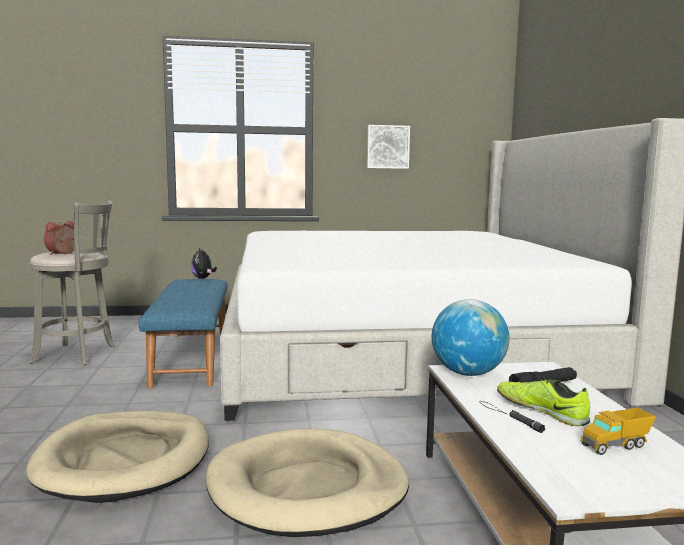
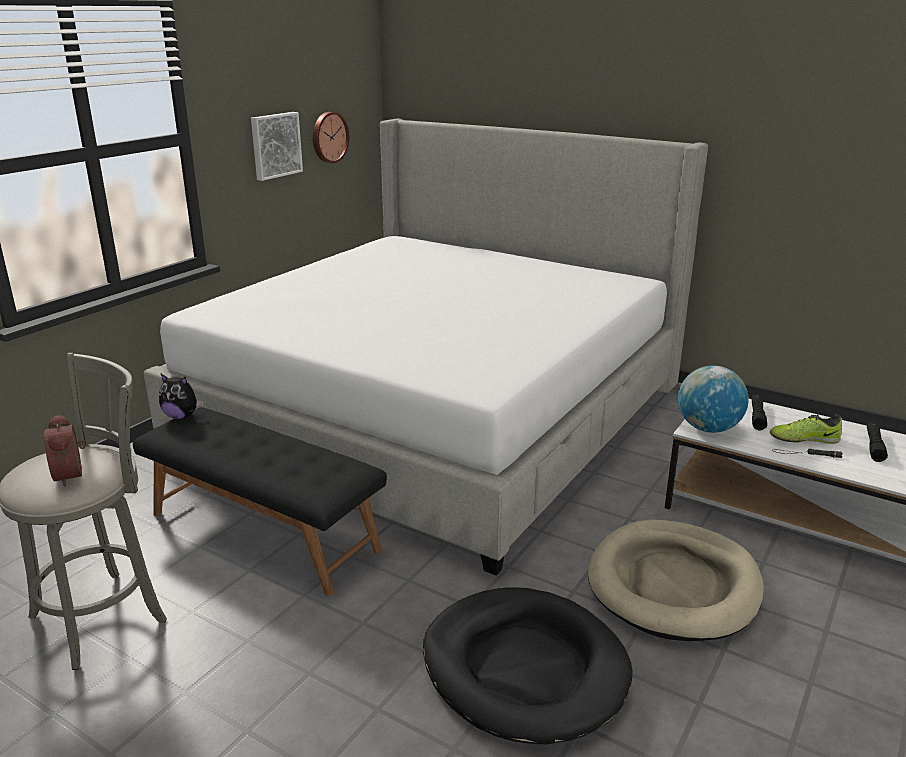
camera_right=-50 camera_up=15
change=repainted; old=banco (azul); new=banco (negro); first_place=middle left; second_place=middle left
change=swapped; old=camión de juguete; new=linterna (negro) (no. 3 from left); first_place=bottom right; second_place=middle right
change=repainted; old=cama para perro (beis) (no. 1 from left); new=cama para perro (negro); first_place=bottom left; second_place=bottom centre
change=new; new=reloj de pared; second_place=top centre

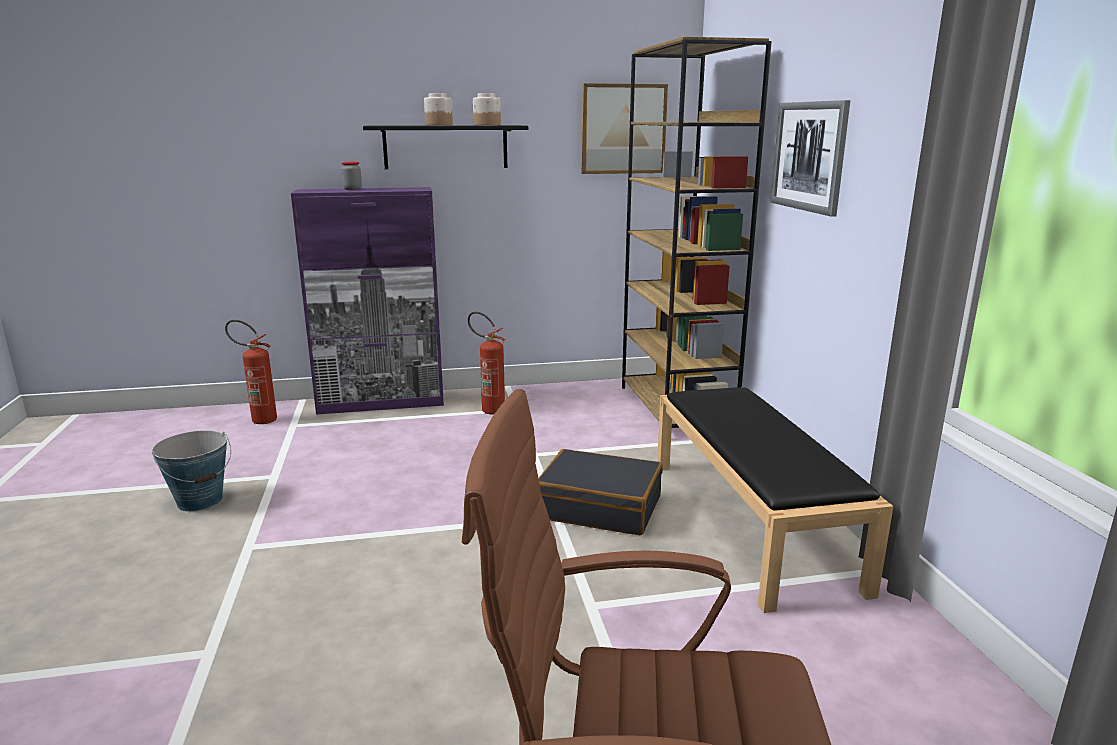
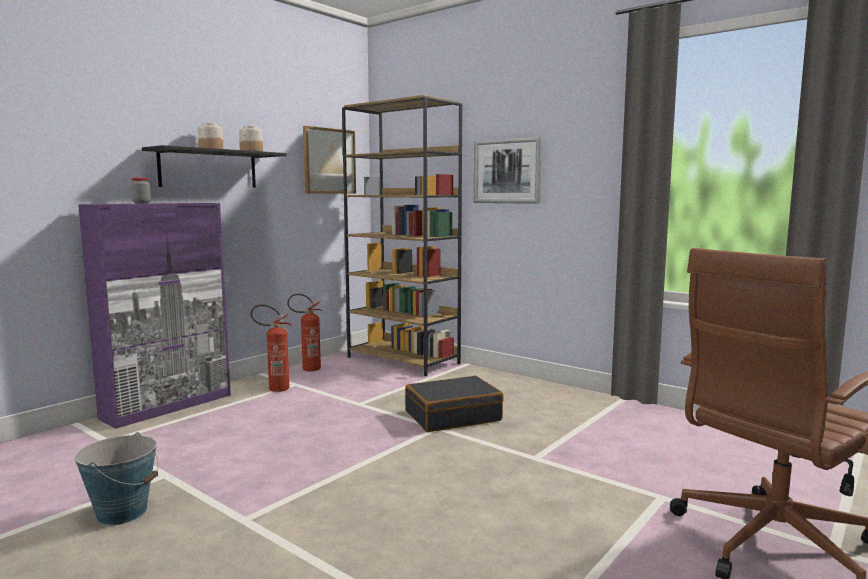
camera_right=-40 camera_up=-10
change=shifted; old=extintor (no. 1 from left in the first image); new=extintor (no. 2 from left); first_place=middle left; second_place=centre
change=gone; old=banco (negro); first_place=bottom right

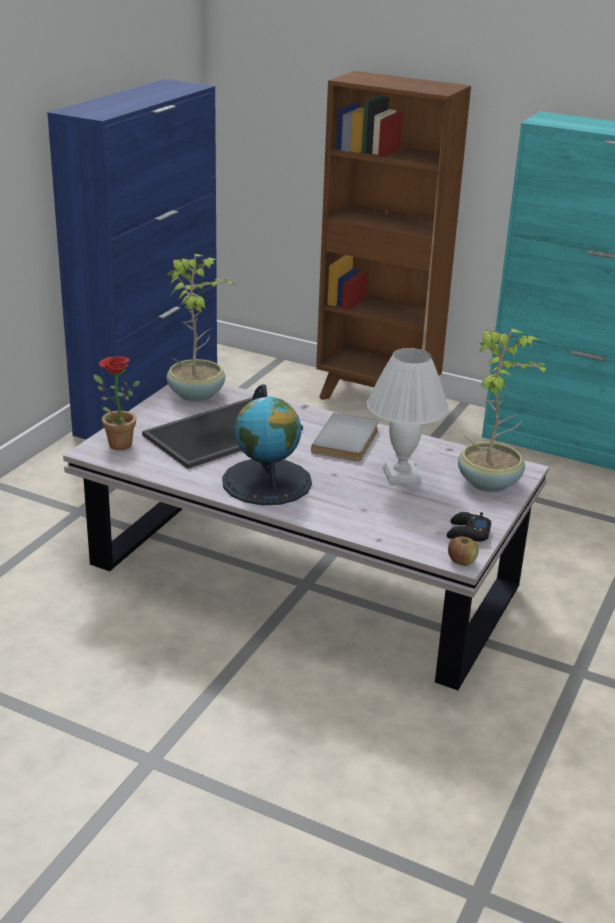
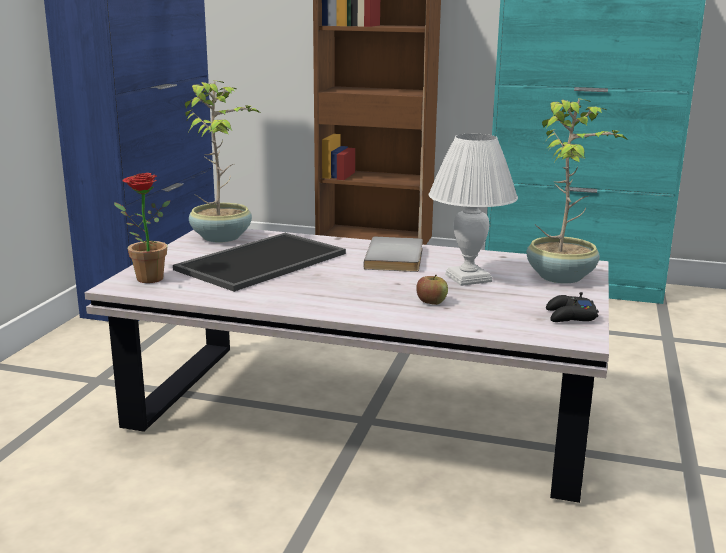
camera_right=-10 camera_up=-10
change=gone; old=globo terráqueo; first_place=centre
change=shifted; old=manzana; first_place=middle right; second_place=centre

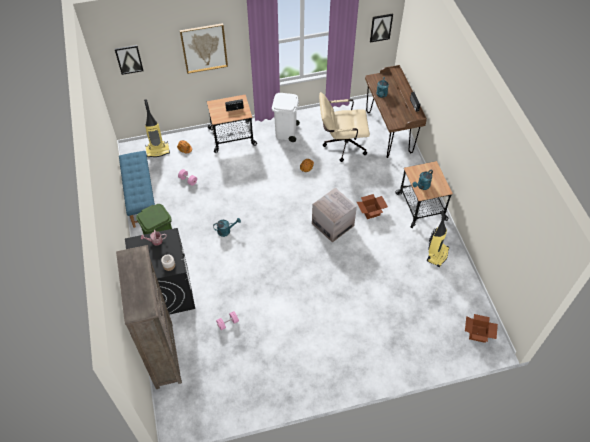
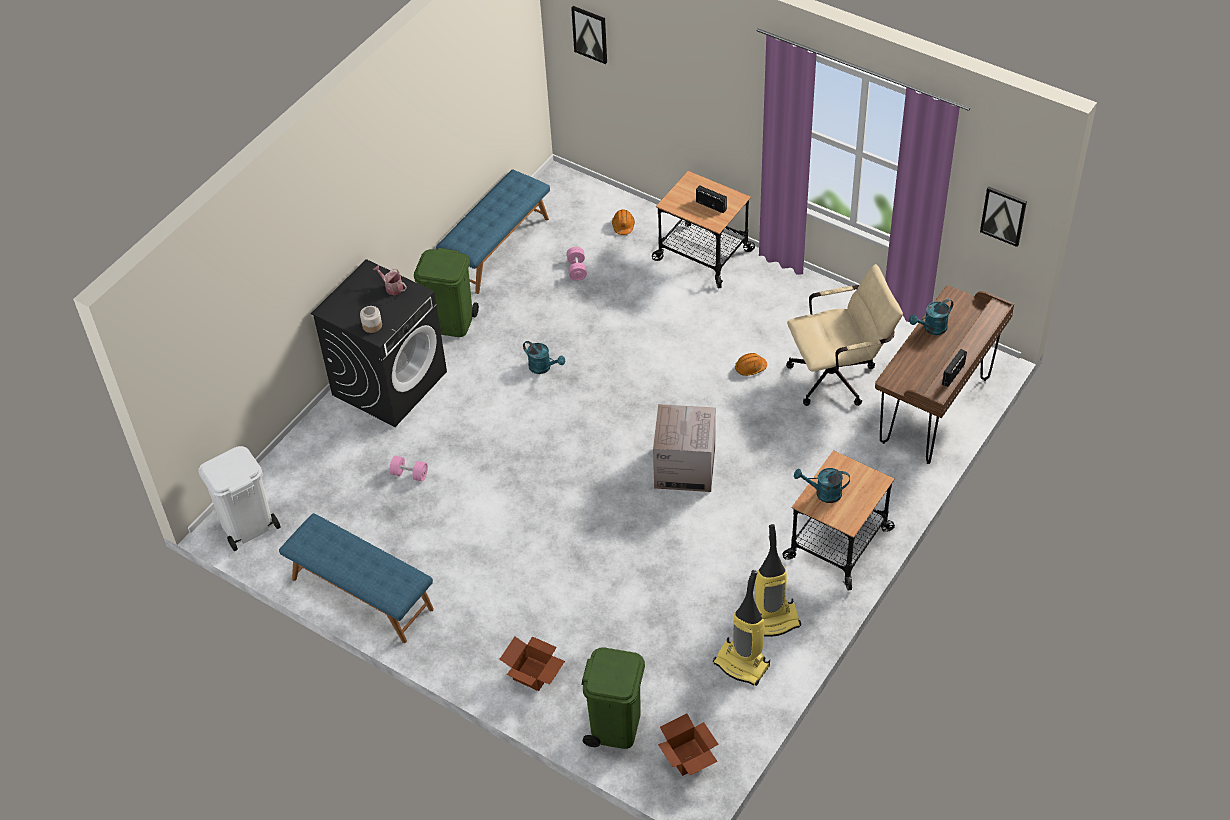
camera_right=50 camera_up=-5
change=gone; old=cuadro (no. 2 from left); first_place=top centre
change=rotated; old=silla de oficina (beis); first_place=top centre; second_place=middle right; degrees=120
change=shifted; old=papelera (blanco); first_place=top centre; second_place=middle left
change=shifted; old=aspiradora (no. 1 from left); first_place=top left; second_place=bottom centre
change=shifted; old=caja de cartón (no. 2 from left in the first image); new=caja de cartón (no. 1 from left); first_place=centre; second_place=bottom centre
change=gone; old=estantería (marrón); first_place=bottom left
change=new; new=banco (azul) (no. 1 from left); second_place=bottom left
change=new; new=papelera (verde) (no. 2 from left); second_place=bottom centre

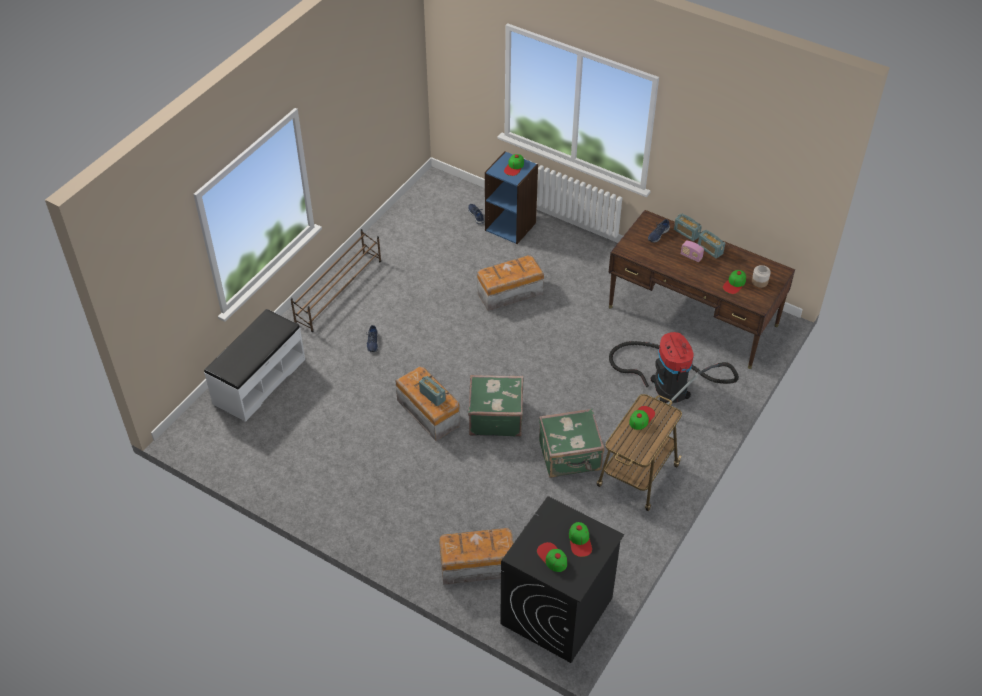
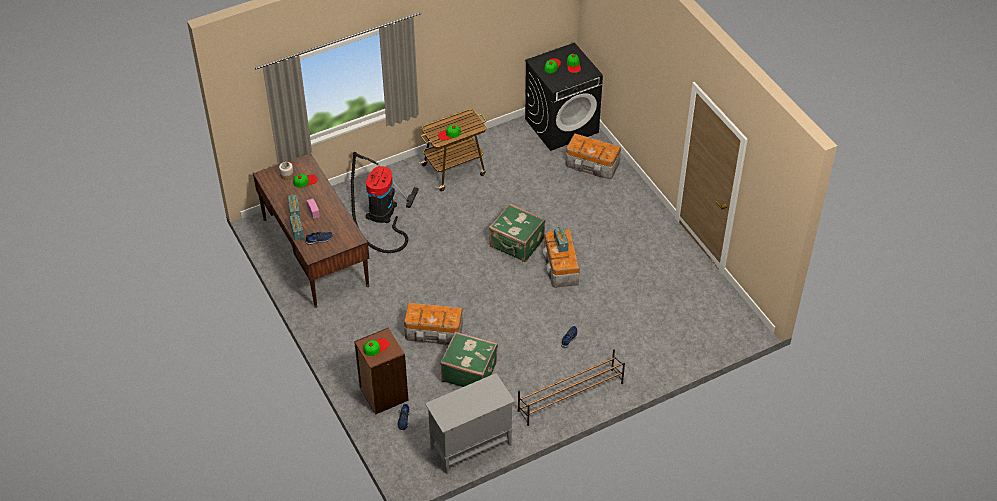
camera_right=-150 camera_up=0
change=repainted; old=estantería (azul); new=estantería (marrón); first_place=top centre; second_place=bottom centre
change=gone; old=banco (blanco); first_place=middle left
change=shifted; old=maleta (verde) (no. 2 from left in the first image); new=maleta (verde) (no. 1 from left); first_place=centre; second_place=bottom centre
change=new; new=armario (gris); second_place=bottom centre

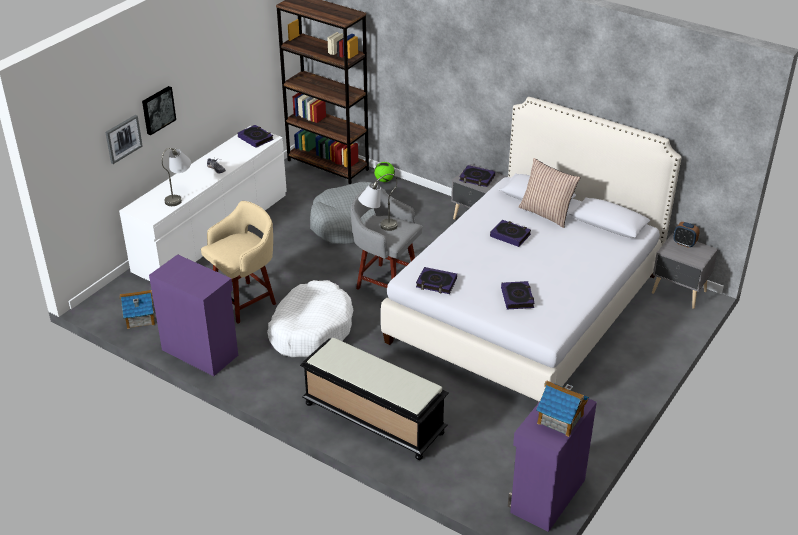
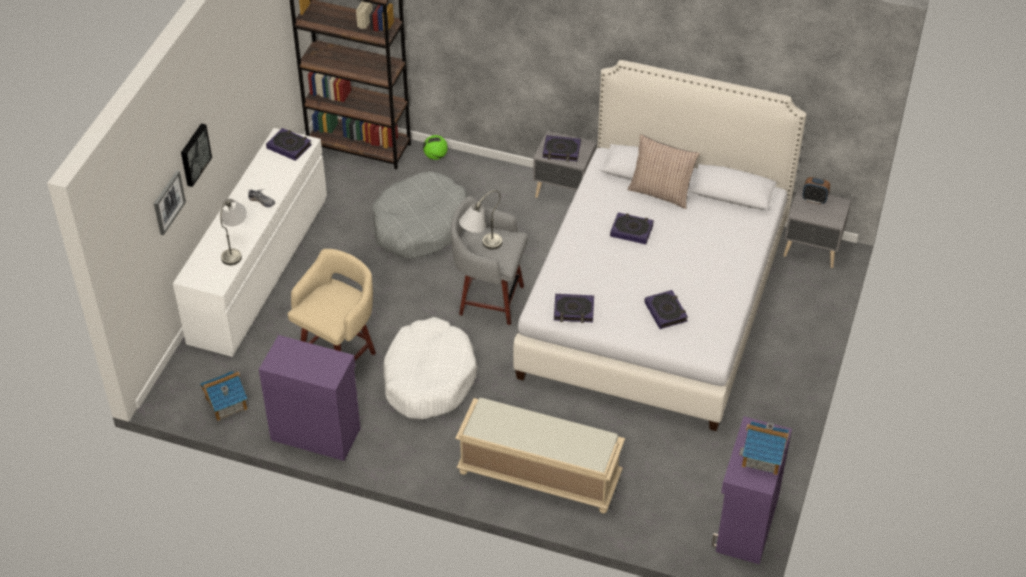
camera_right=-15 camera_up=10
change=repainted; old=banco (negro); new=banco (beis); first_place=bottom centre; second_place=bottom centre

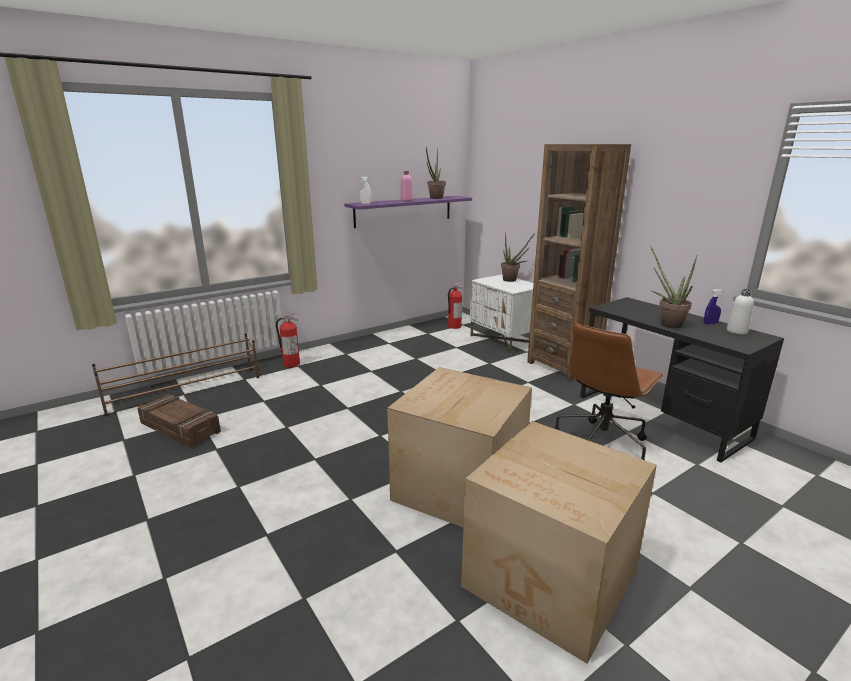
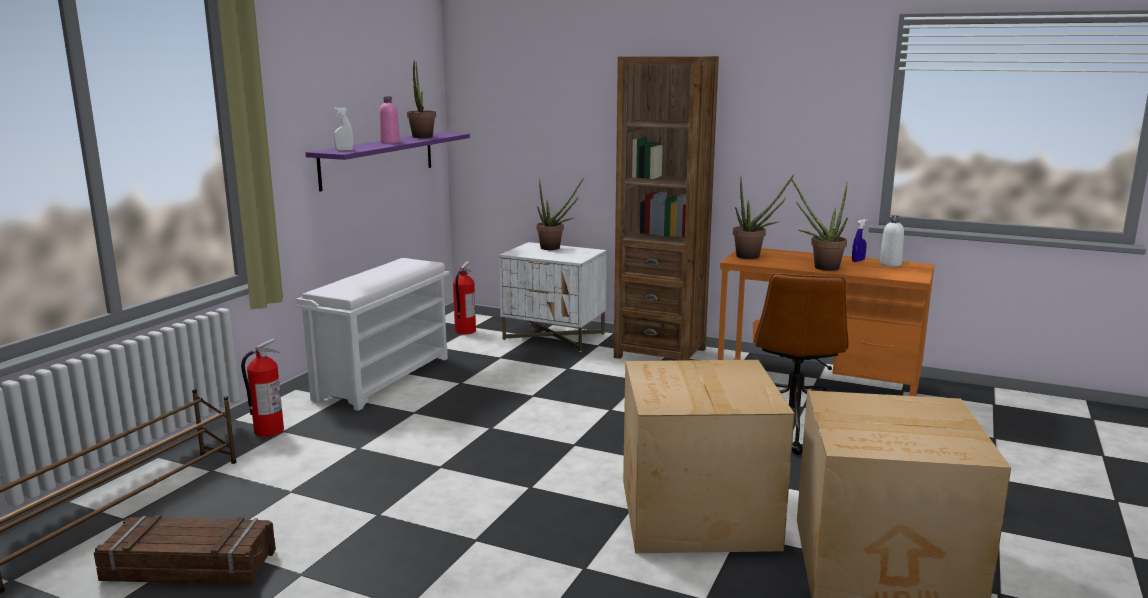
camera_right=-30 camera_up=-5
change=repainted; old=escritorio (negro); new=escritorio (naranja); first_place=middle right; second_place=middle right
change=new; new=planta en maceta (no. 3 from left); second_place=centre
change=new; new=banco (blanco); second_place=middle left

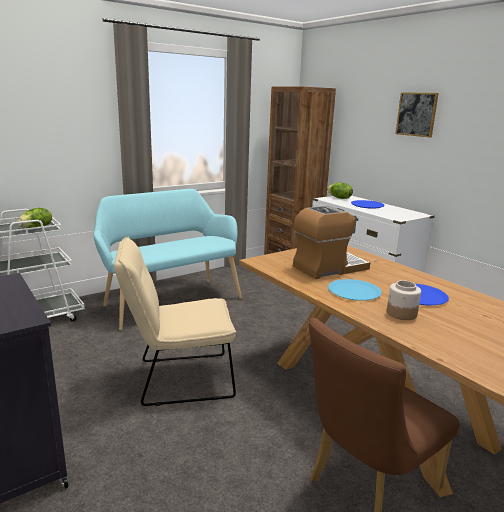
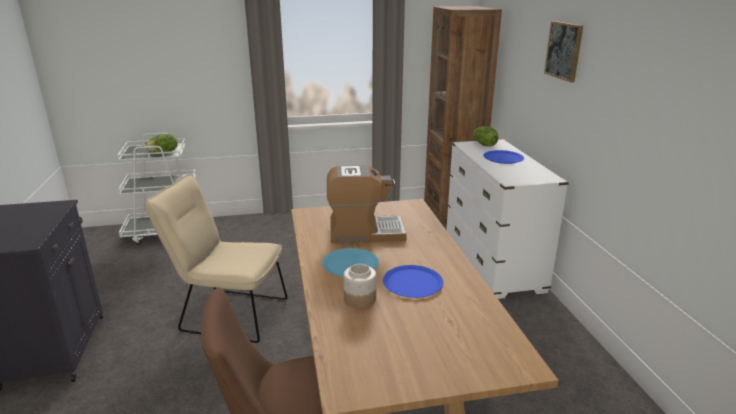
camera_right=25 camera_up=5
change=gone; old=banco (turquesa); first_place=middle left

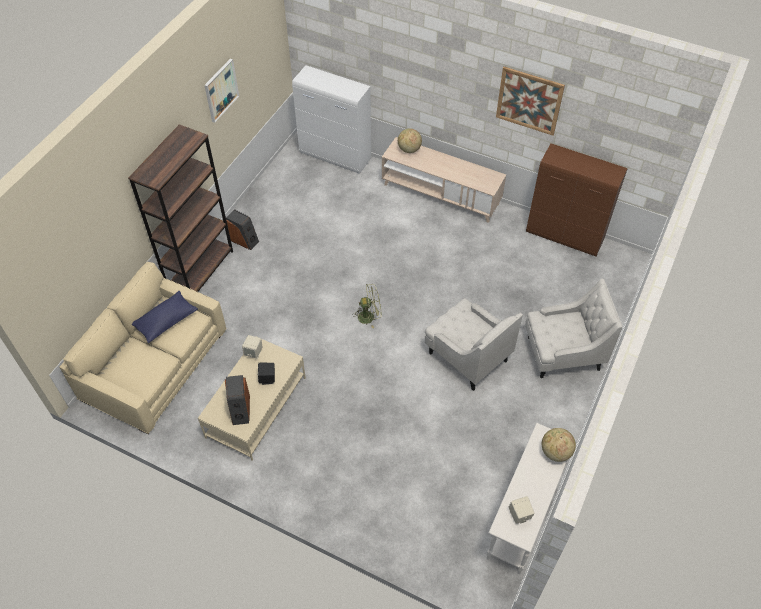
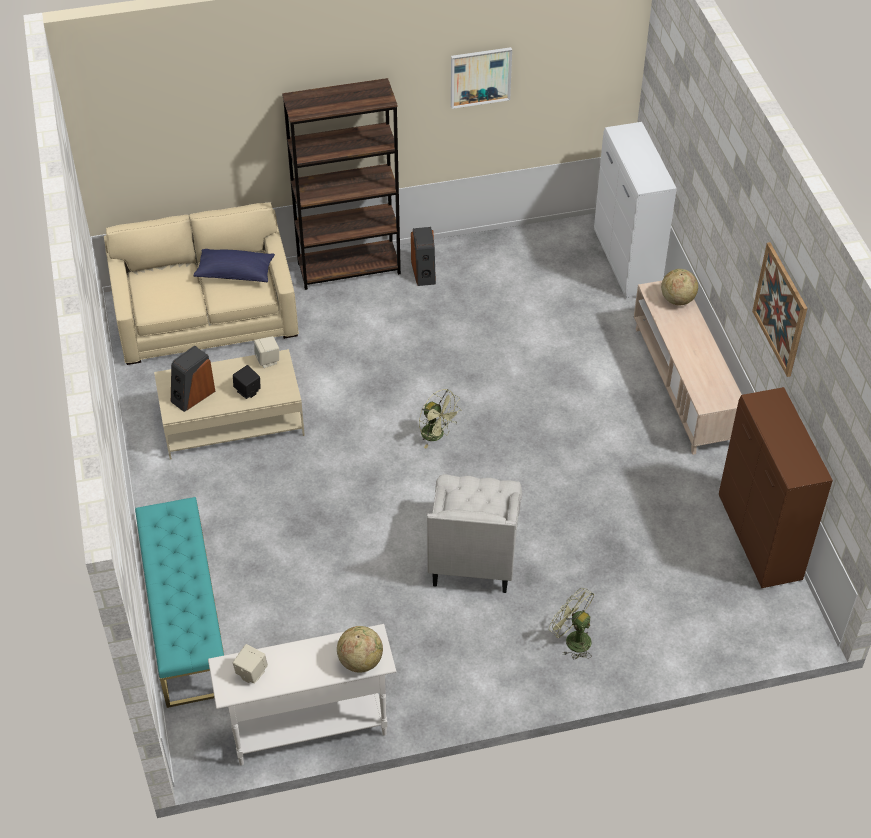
camera_right=50 camera_up=-5
change=swapped; old=sillón (blanco) (no. 2 from left); new=ventilador (verde) (no. 2 from left); first_place=middle right; second_place=bottom centre
change=new; new=banco (turquesa); second_place=bottom left

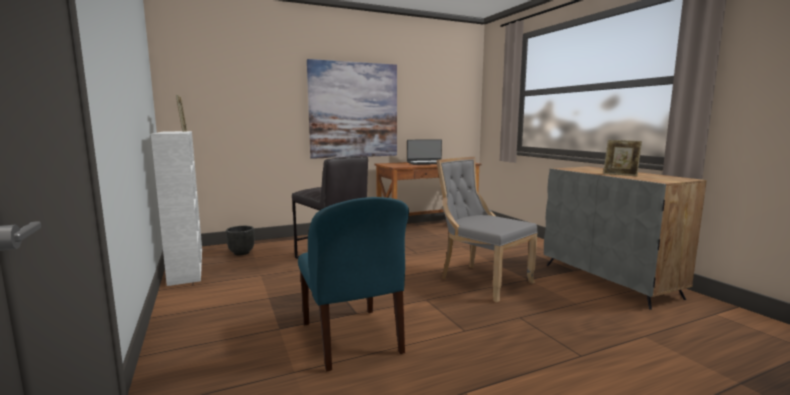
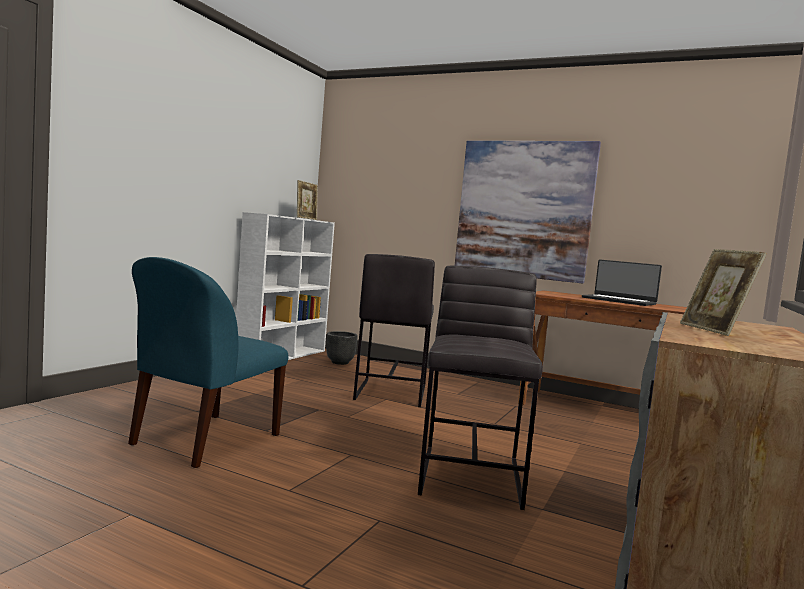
camera_right=50 camera_up=-5
change=swapped; old=silla (gris); new=taburete (gris) (no. 2 from left); first_place=centre; second_place=centre

